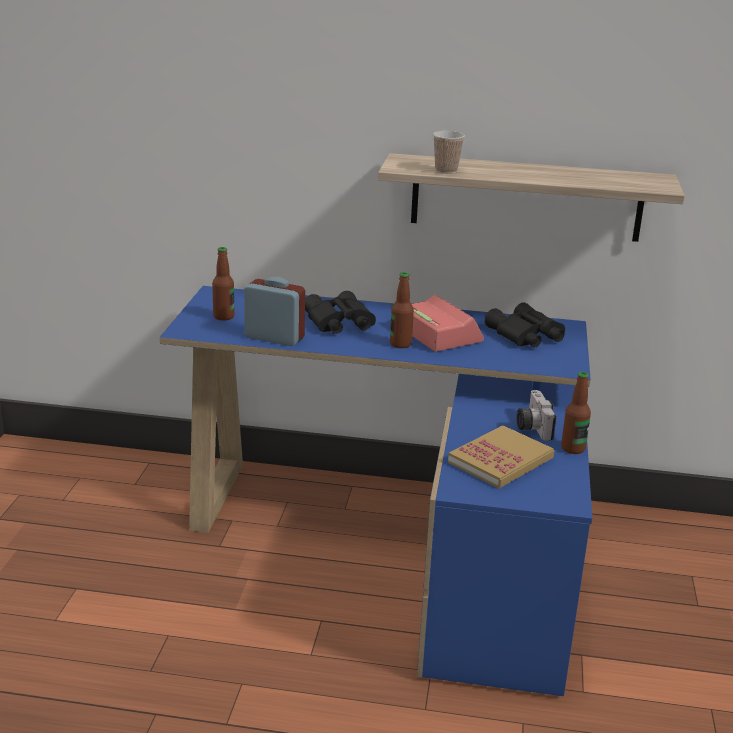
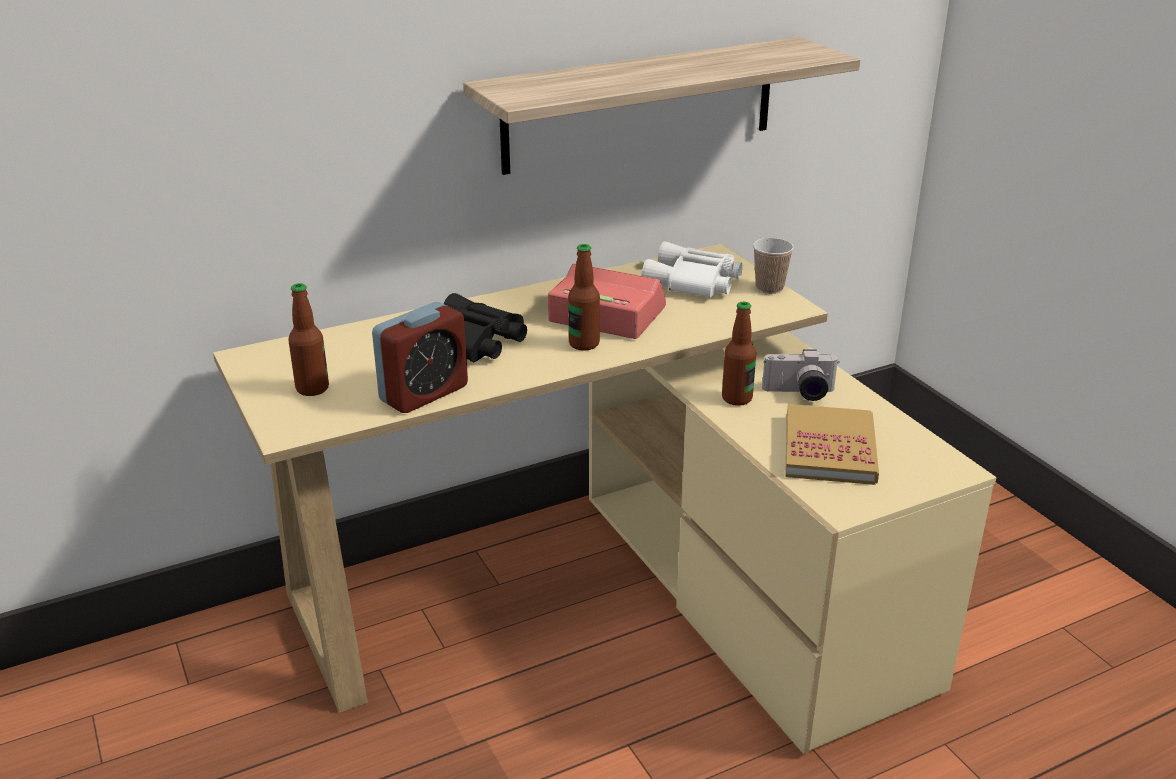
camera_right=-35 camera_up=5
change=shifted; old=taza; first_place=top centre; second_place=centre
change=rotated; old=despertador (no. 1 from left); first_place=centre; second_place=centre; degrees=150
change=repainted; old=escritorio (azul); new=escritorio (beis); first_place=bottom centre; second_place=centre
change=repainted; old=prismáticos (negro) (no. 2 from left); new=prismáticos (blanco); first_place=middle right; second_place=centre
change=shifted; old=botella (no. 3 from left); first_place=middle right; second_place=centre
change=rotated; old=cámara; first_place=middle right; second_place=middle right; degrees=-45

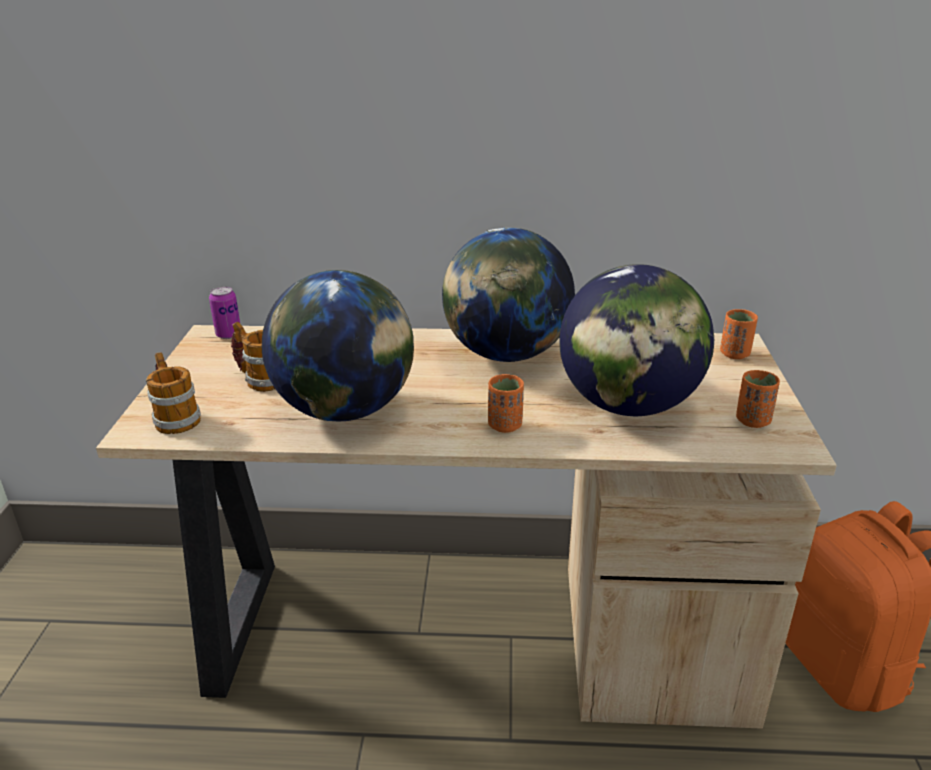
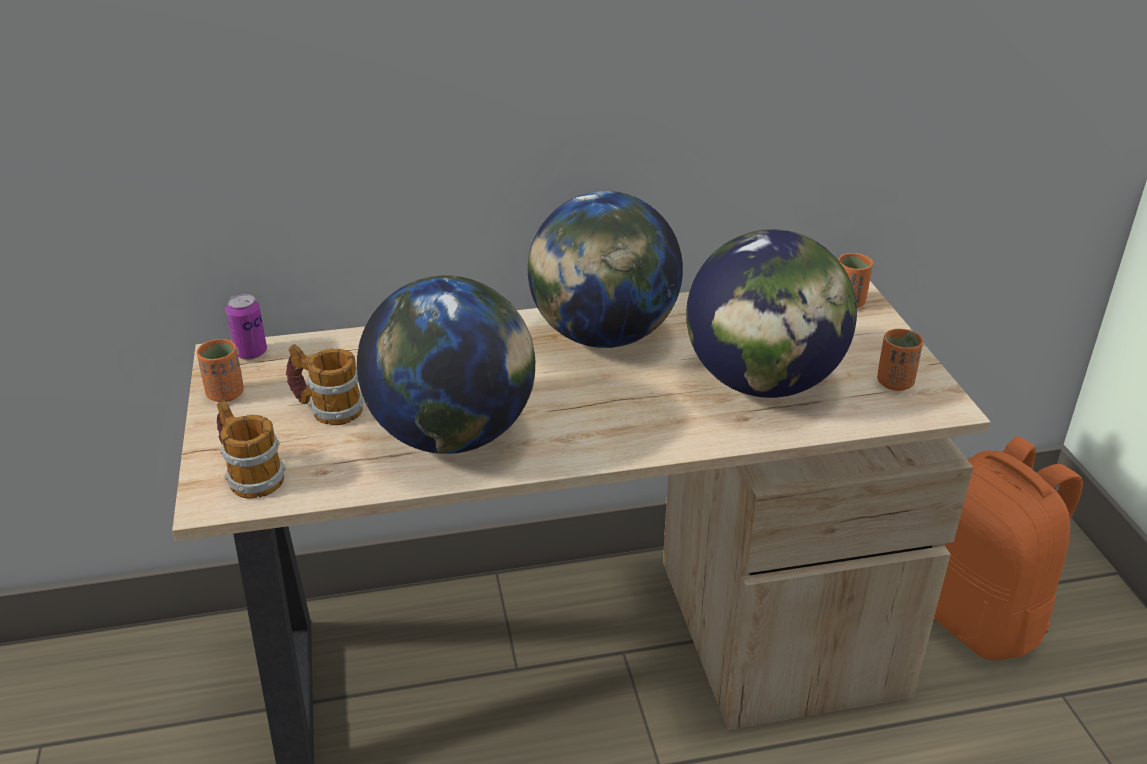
camera_right=-15 camera_up=5
change=shifted; old=taza (naranja) (no. 1 from left); first_place=centre; second_place=middle left

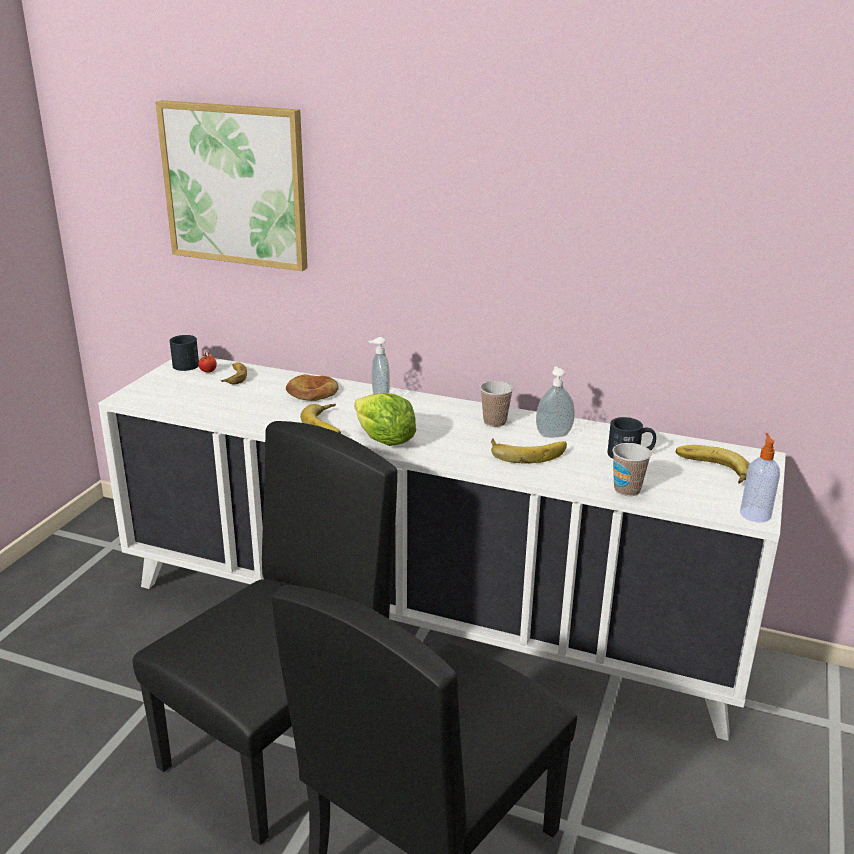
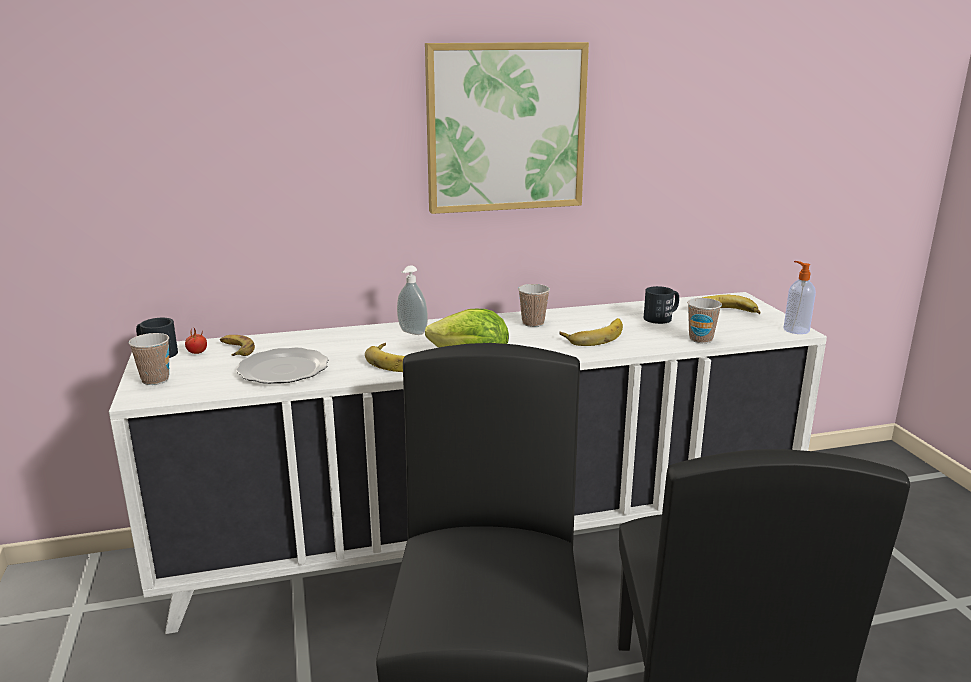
camera_right=-35 camera_up=-5
change=shifted; old=cuadro; first_place=top left; second_place=top centre
change=gone; old=dispensador de jabón (no. 2 from left); first_place=centre
change=gone; old=pan; first_place=centre
change=new; new=taza (no. 1 from left); second_place=middle left
change=new; new=plato; second_place=middle left

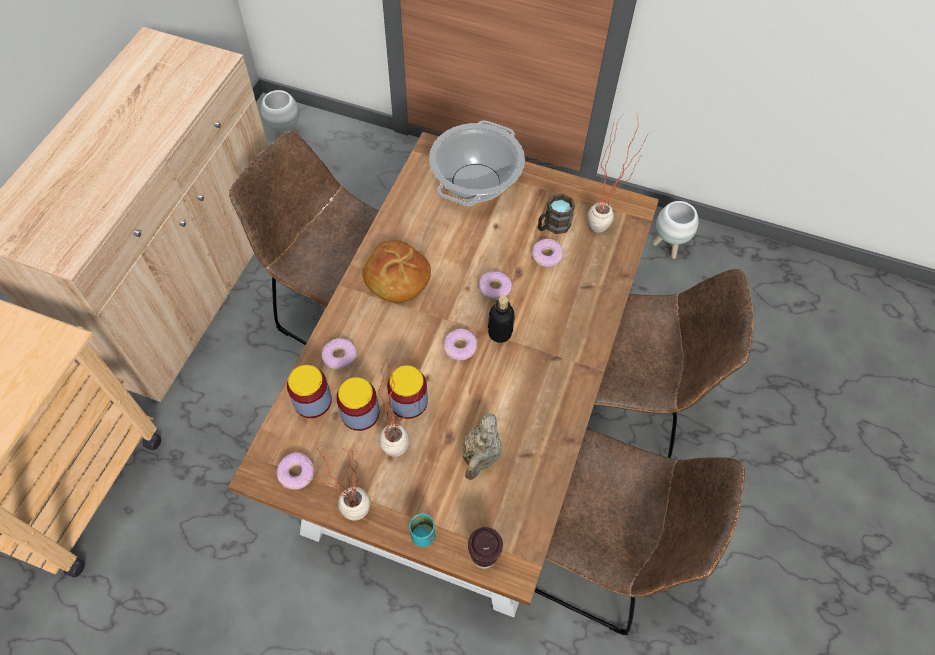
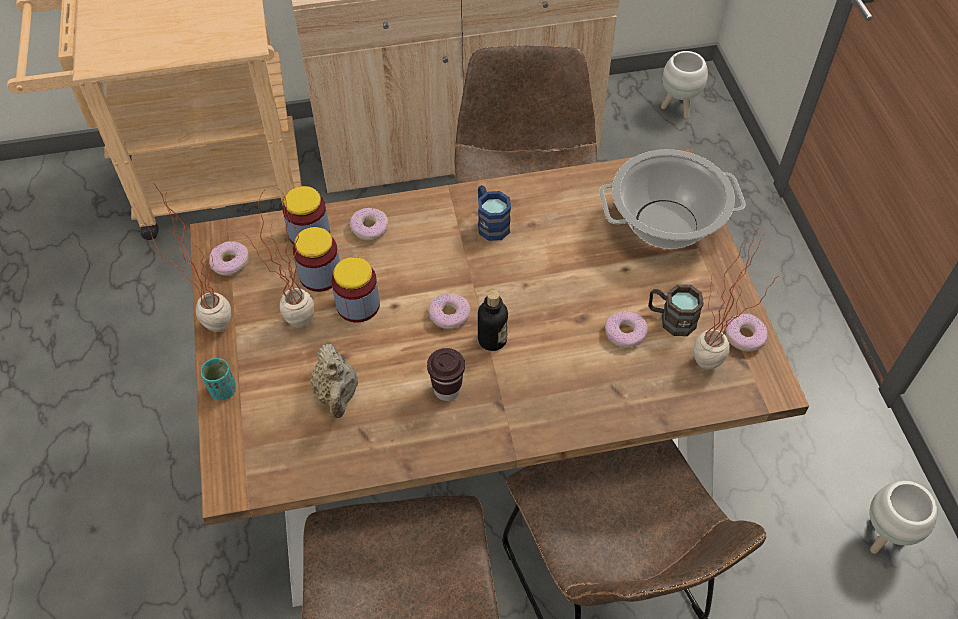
camera_right=60 camera_up=-5
change=swapped; old=pan; new=taza grande (azul); first_place=centre; second_place=centre
change=shifted; old=rosquilla (no. 4 from left in the first image); new=rosquilla (no. 5 from left); first_place=centre; second_place=middle right
change=rotated; old=tetera (beis); first_place=bottom centre; second_place=centre; degrees=-90
change=shifted; old=taza (marrón); first_place=bottom centre; second_place=centre

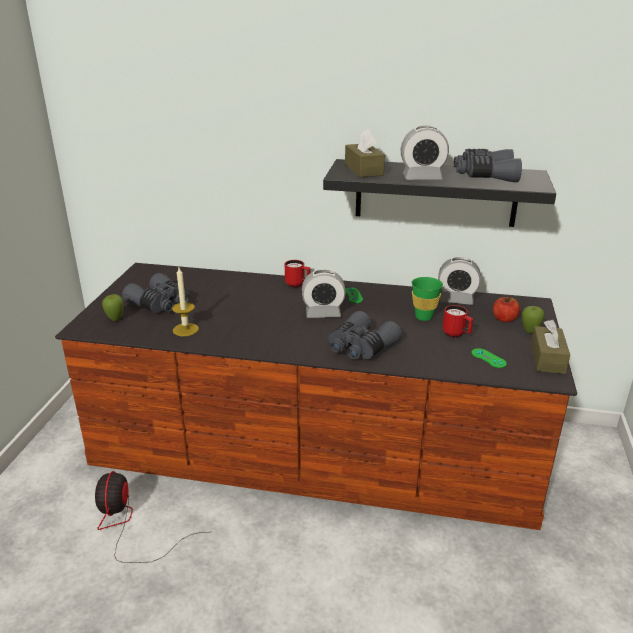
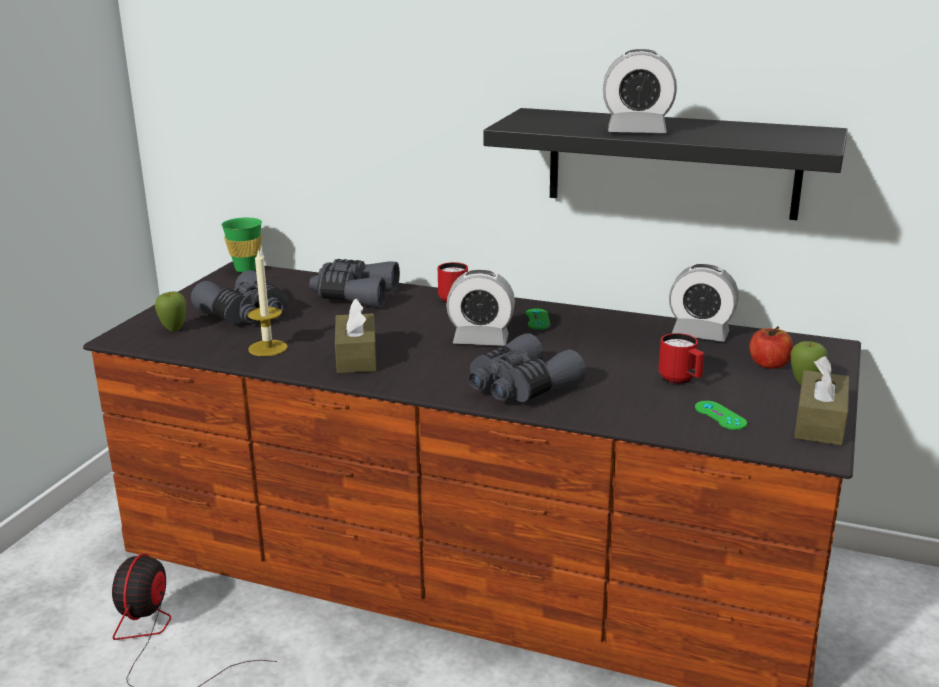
camera_right=10 camera_up=-5
change=shifted; old=caja de pañuelos (marrón) (no. 1 from left); first_place=top centre; second_place=centre
change=shifted; old=prismáticos (gris) (no. 3 from left in the first image); new=prismáticos (gris) (no. 2 from left); first_place=top right; second_place=centre
change=shifted; old=taza (verde); first_place=middle right; second_place=middle left

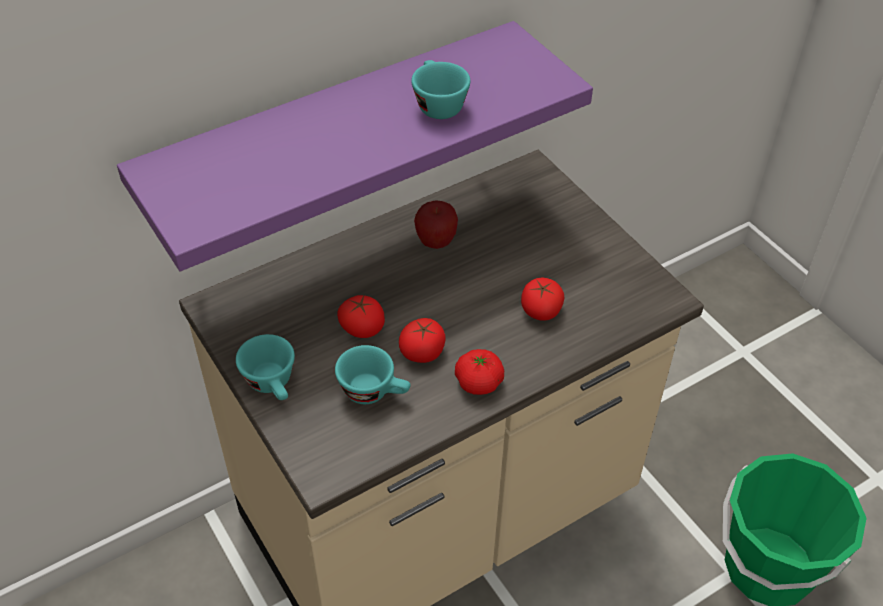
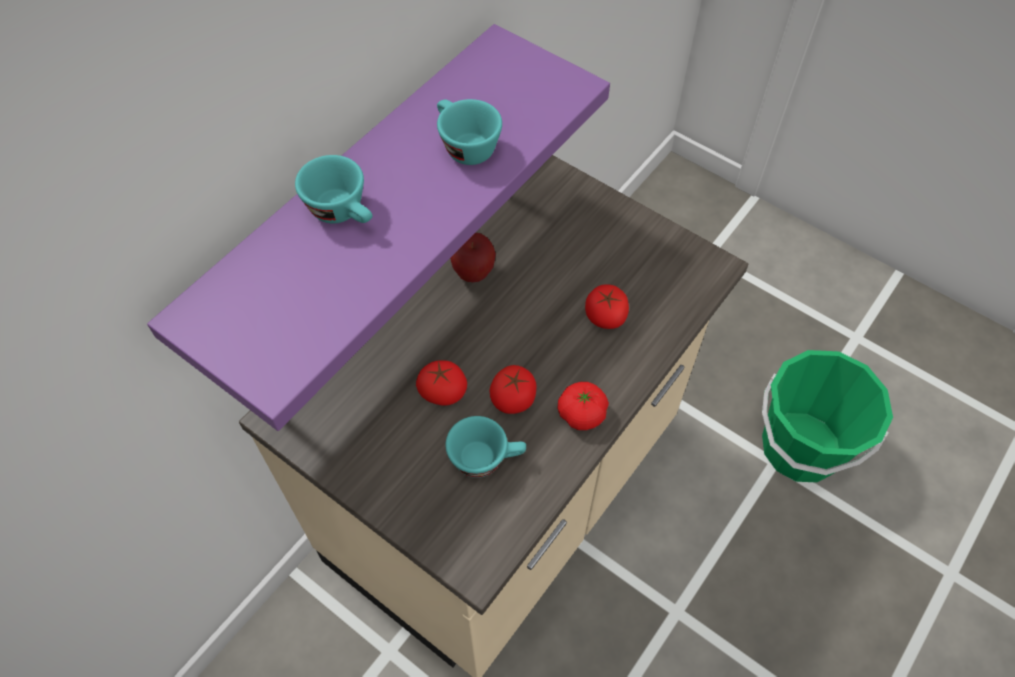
camera_right=-20 camera_up=10
change=shifted; old=taza (turquesa) (no. 1 from left); first_place=middle left; second_place=top left

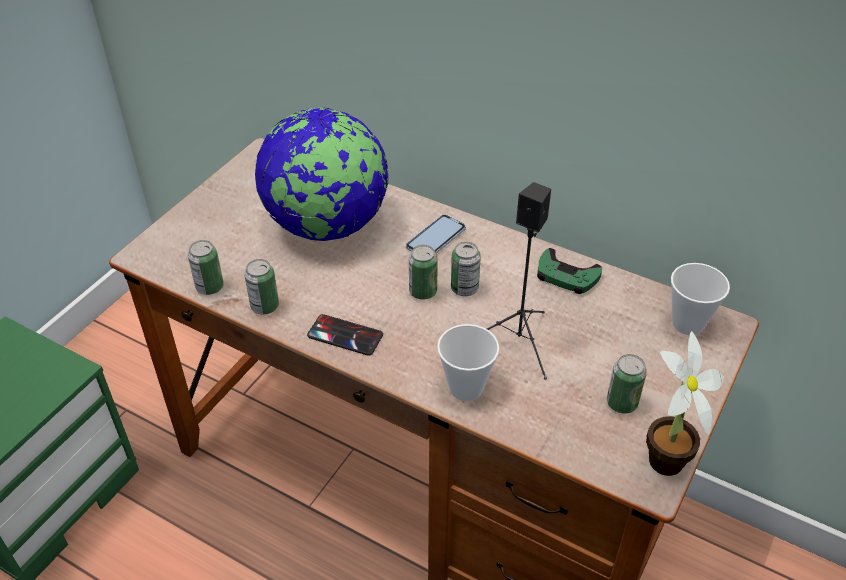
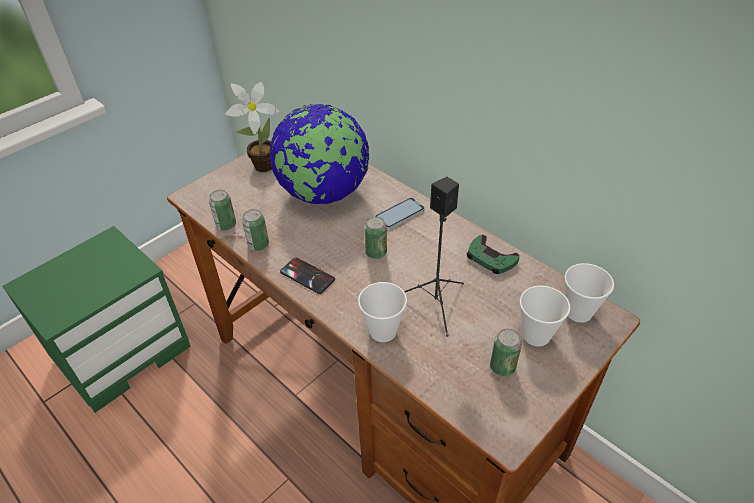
camera_right=15 camera_up=0
change=gone; old=lata (no. 4 from left); first_place=centre
change=shifted; old=planta en maceta; first_place=bottom right; second_place=top centre
change=new; new=taza (no. 2 from left); second_place=middle right

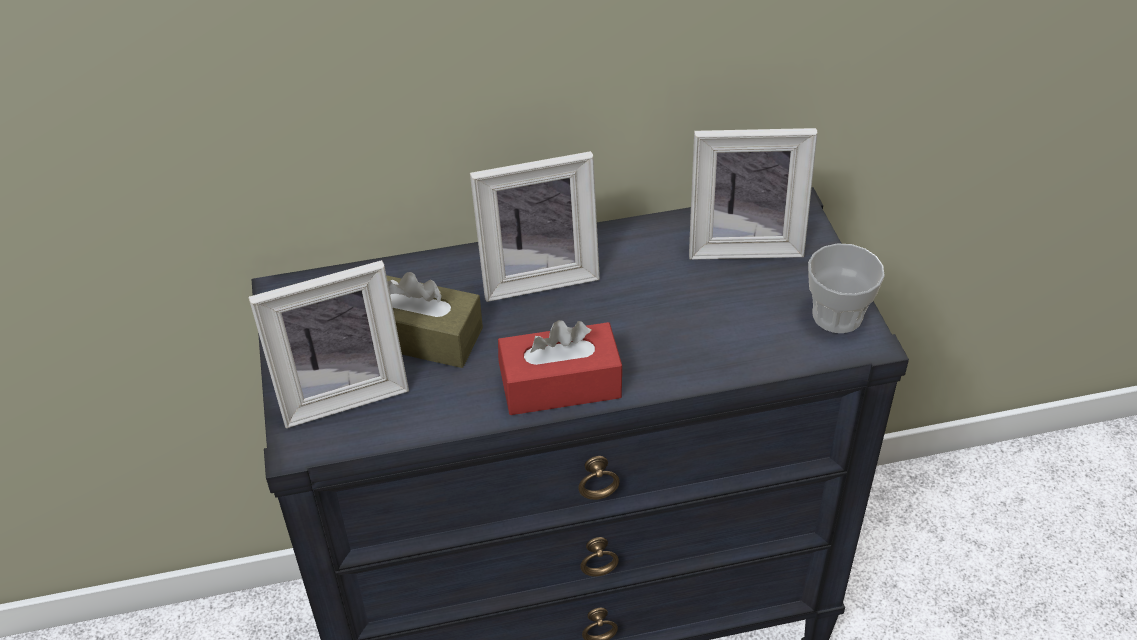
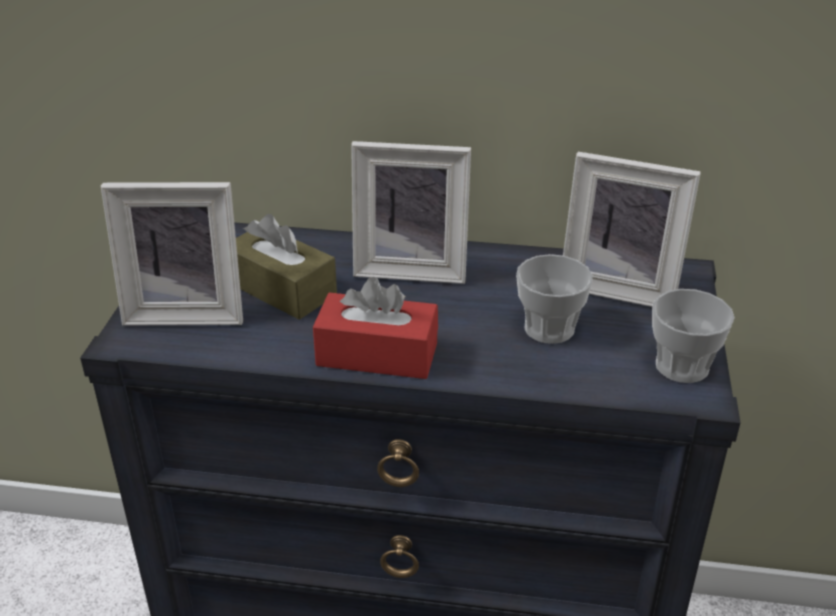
camera_right=20 camera_up=-10
change=new; new=taza (no. 1 from left); second_place=centre

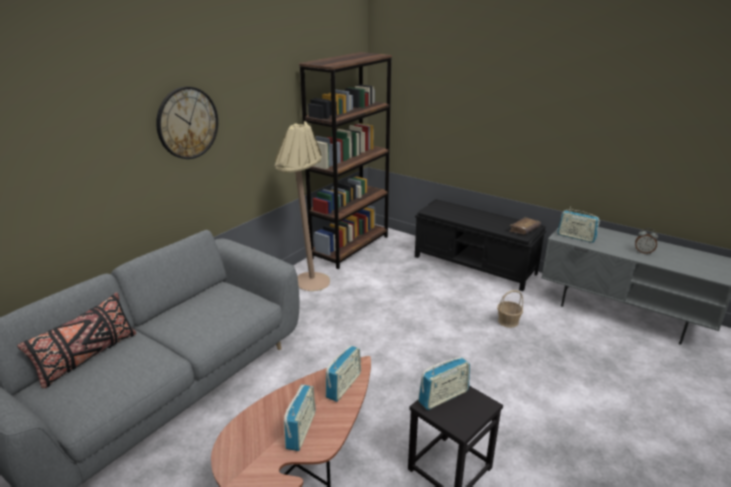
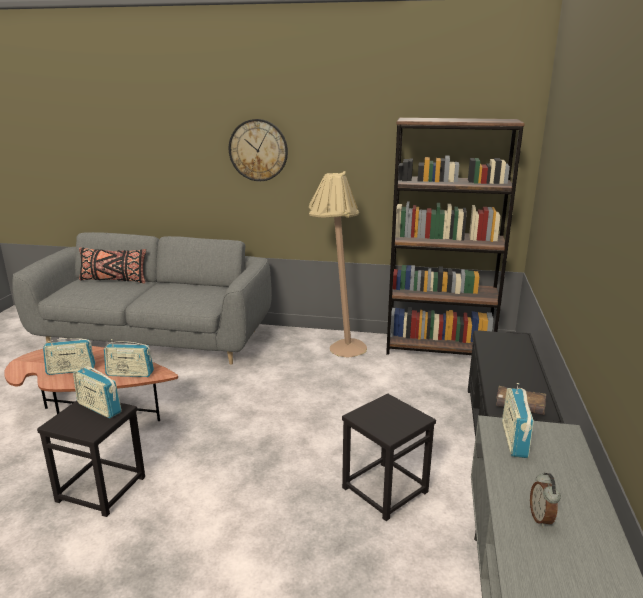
camera_right=65 camera_up=-5
change=swapped; old=cesta; new=taburete (negro) (no. 2 from left); first_place=middle right; second_place=bottom centre

